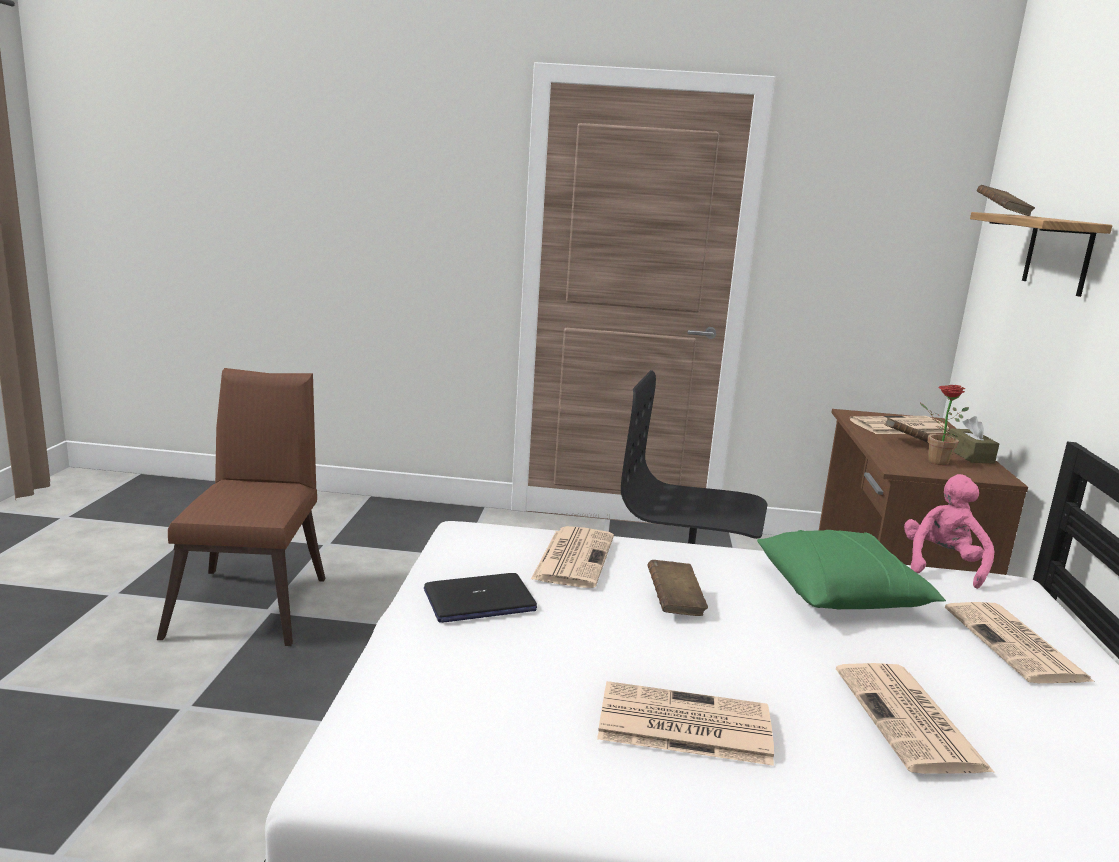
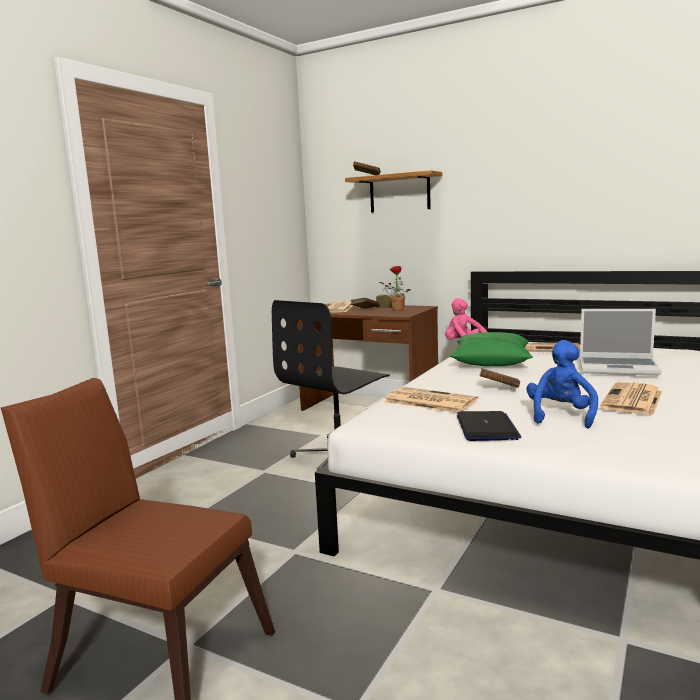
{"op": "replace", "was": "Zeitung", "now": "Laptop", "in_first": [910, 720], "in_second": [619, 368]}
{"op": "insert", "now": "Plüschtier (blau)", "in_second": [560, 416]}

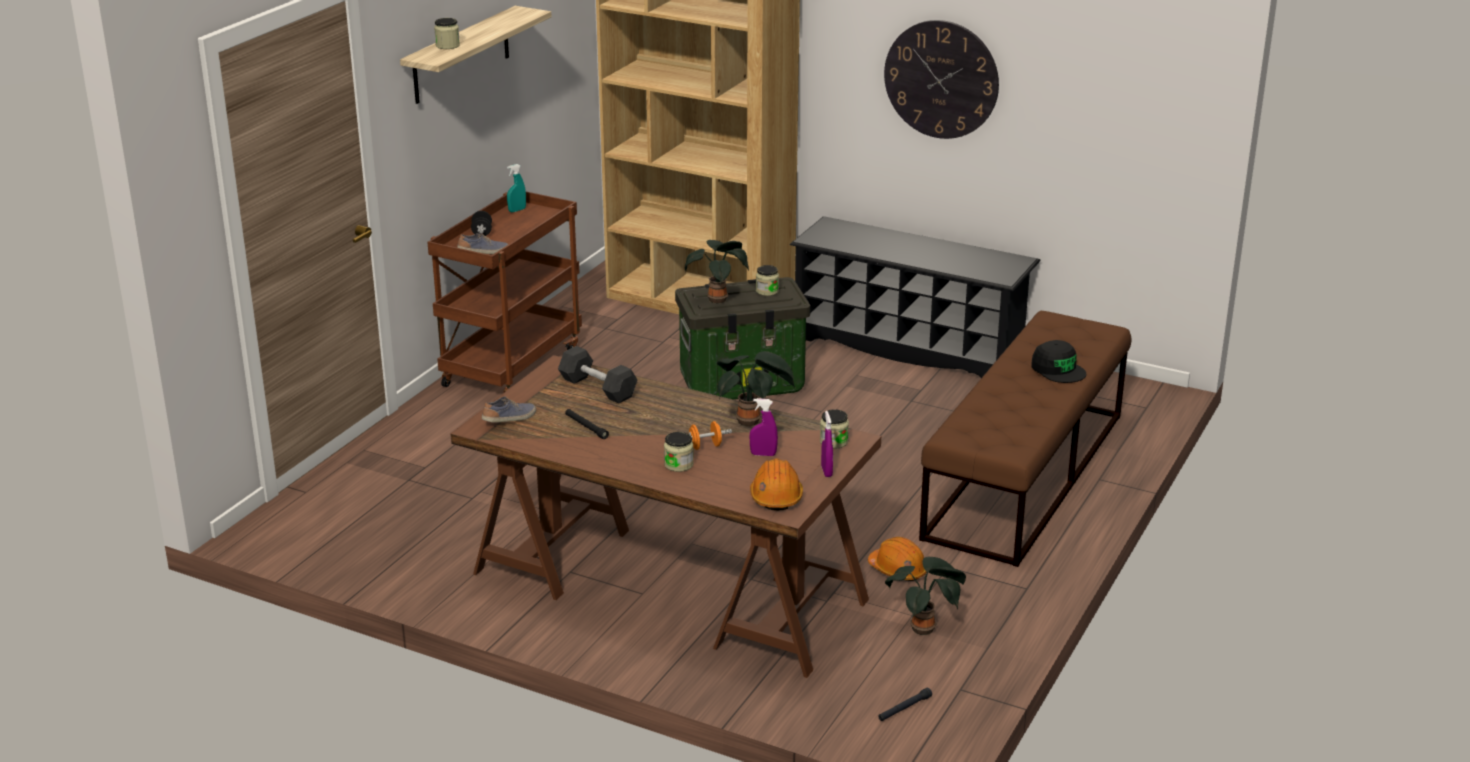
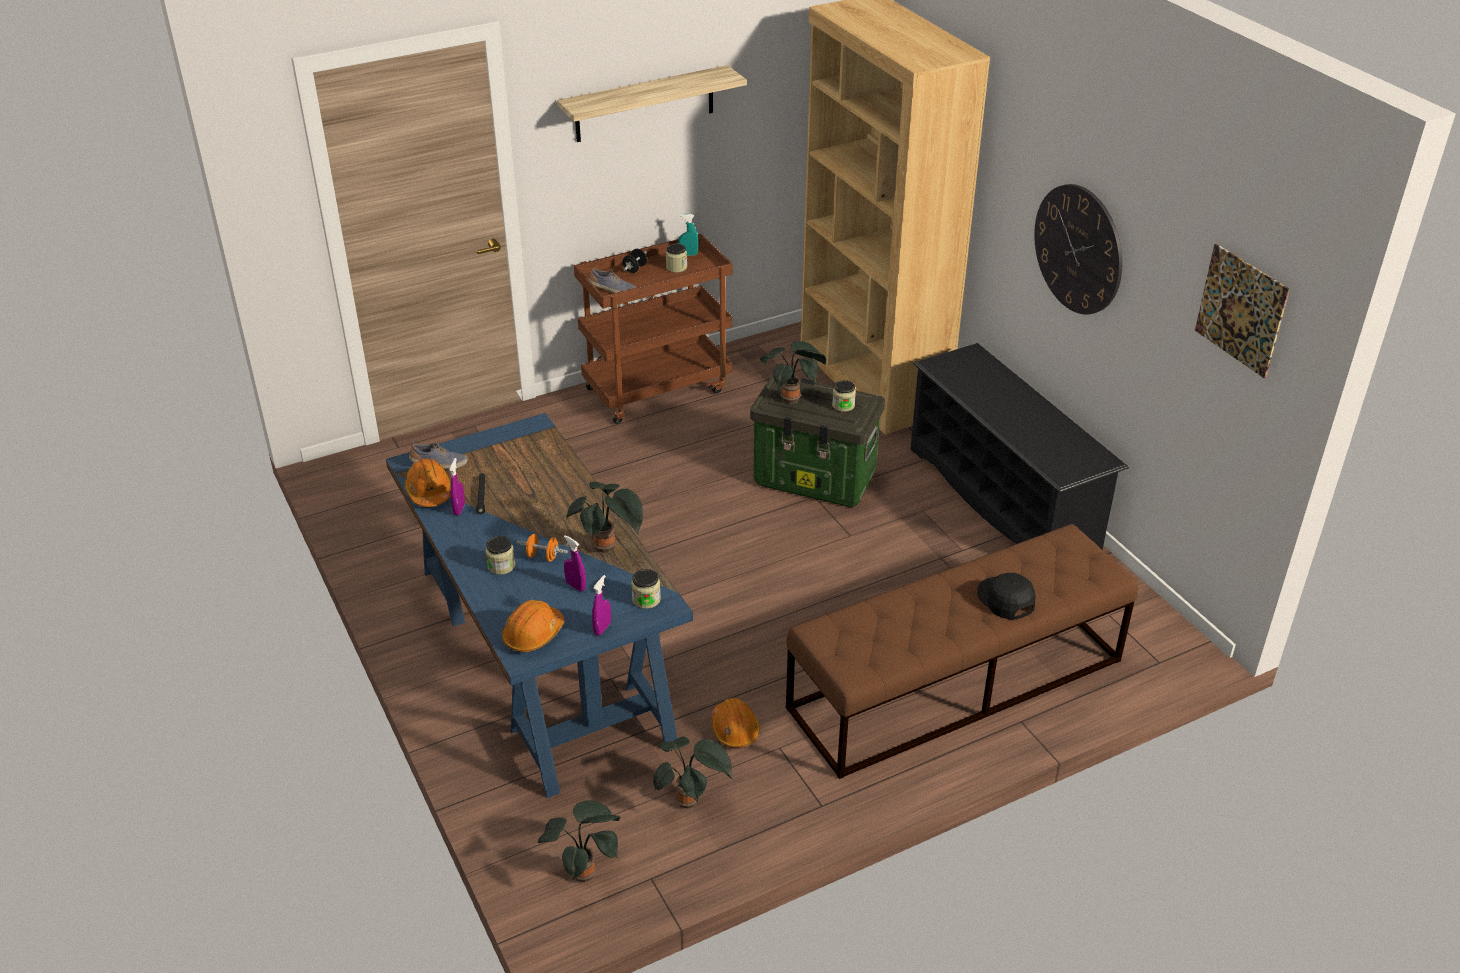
{"op": "move", "was": "Vorratsglas", "in_first": [447, 45], "in_second": [676, 267]}
{"op": "recolor", "was": "Schreibtisch (braun)", "now": "Schreibtisch (blau)", "in_first": [667, 587], "in_second": [541, 655]}
{"op": "delete", "was": "Hantel (grau)", "in_first": [598, 388]}
{"op": "replace", "was": "Taschenlampe (schwarz)", "now": "Topfpflanze", "in_first": [904, 709], "in_second": [586, 872]}
{"op": "rotate", "was": "Kappe (schwarz)", "in_first": [1058, 369], "in_second": [1005, 599], "clockwise": 150}
{"op": "insert", "now": "Schutzhelm (orange)", "in_second": [429, 492]}
{"op": "insert", "now": "Sprühflasche (lila)", "in_second": [459, 509]}
{"op": "insert", "now": "Bild", "in_second": [1241, 310]}

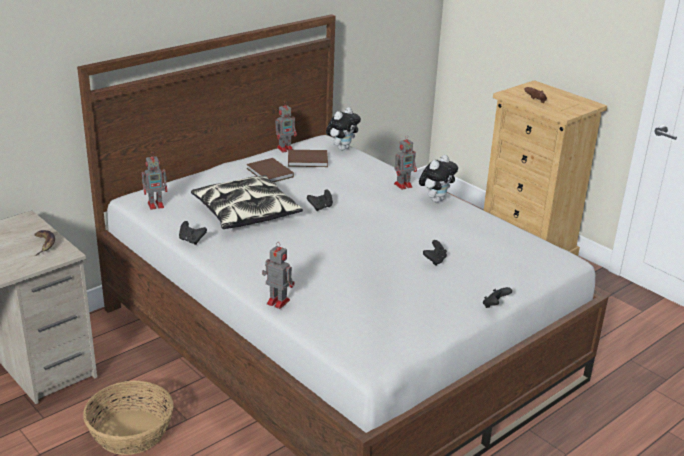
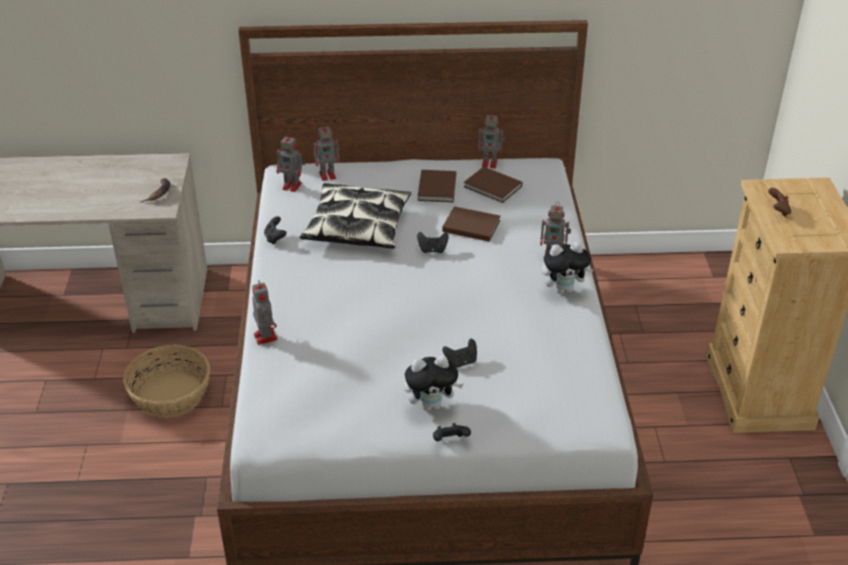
{"op": "move", "was": "Plüschtier", "in_first": [342, 148], "in_second": [431, 405]}
{"op": "insert", "now": "Spielzeugroboter", "in_second": [328, 175]}
{"op": "insert", "now": "Buch (braun)", "in_second": [470, 225]}

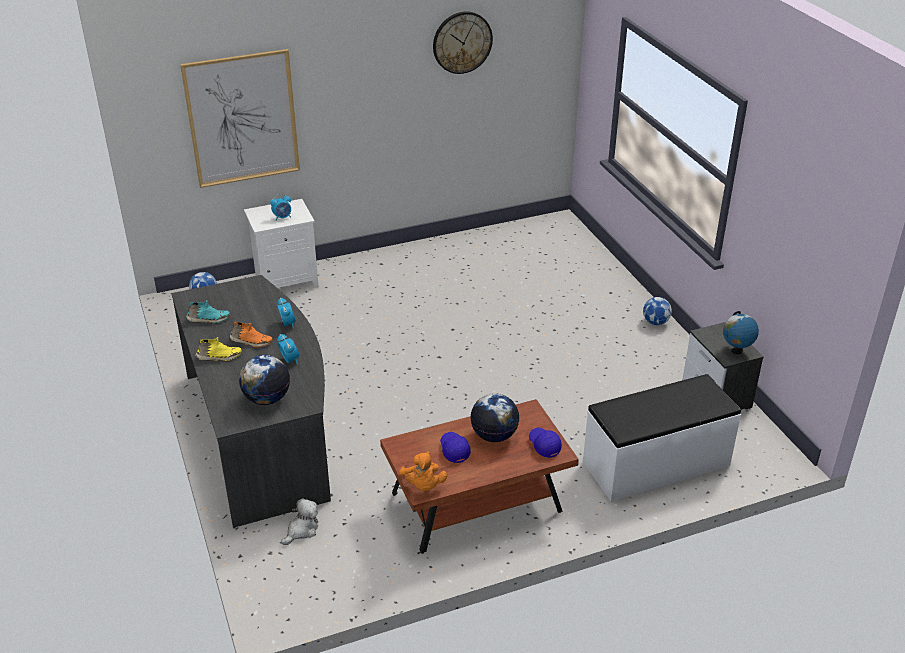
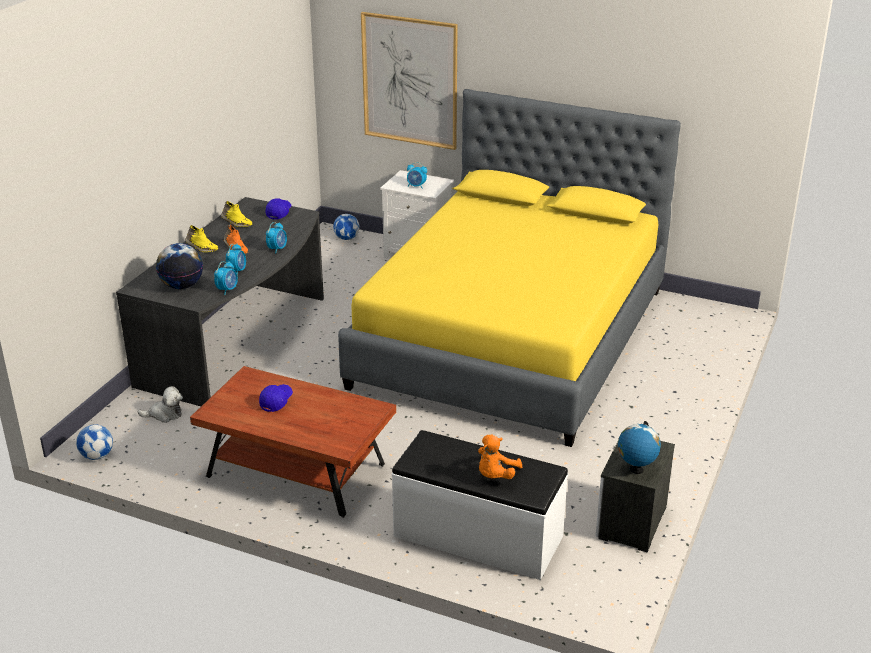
{"op": "recolor", "was": "Schuh (türkis)", "now": "Schuh (gelb)", "in_first": [208, 319], "in_second": [236, 223]}
{"op": "move", "was": "Plüschtier (orange)", "in_first": [423, 486], "in_second": [495, 475]}
{"op": "delete", "was": "Wanduhr", "in_first": [462, 42]}
{"op": "delete", "was": "Globus", "in_first": [494, 435]}
{"op": "move", "was": "Kappe (blau)", "in_first": [544, 445], "in_second": [279, 213]}
{"op": "move", "was": "Fußball", "in_first": [655, 322], "in_second": [97, 456]}
{"op": "insert", "now": "Wecker", "in_second": [227, 289]}
{"op": "insert", "now": "Bett (gelb)", "in_second": [512, 337]}

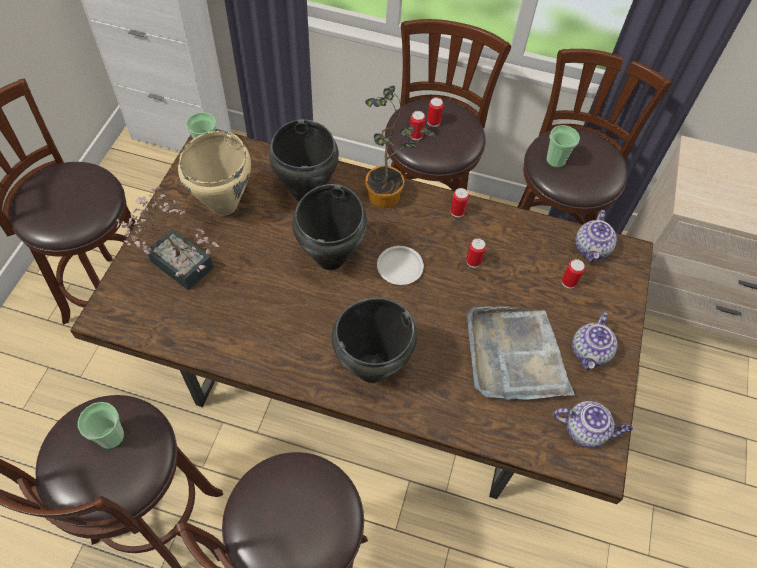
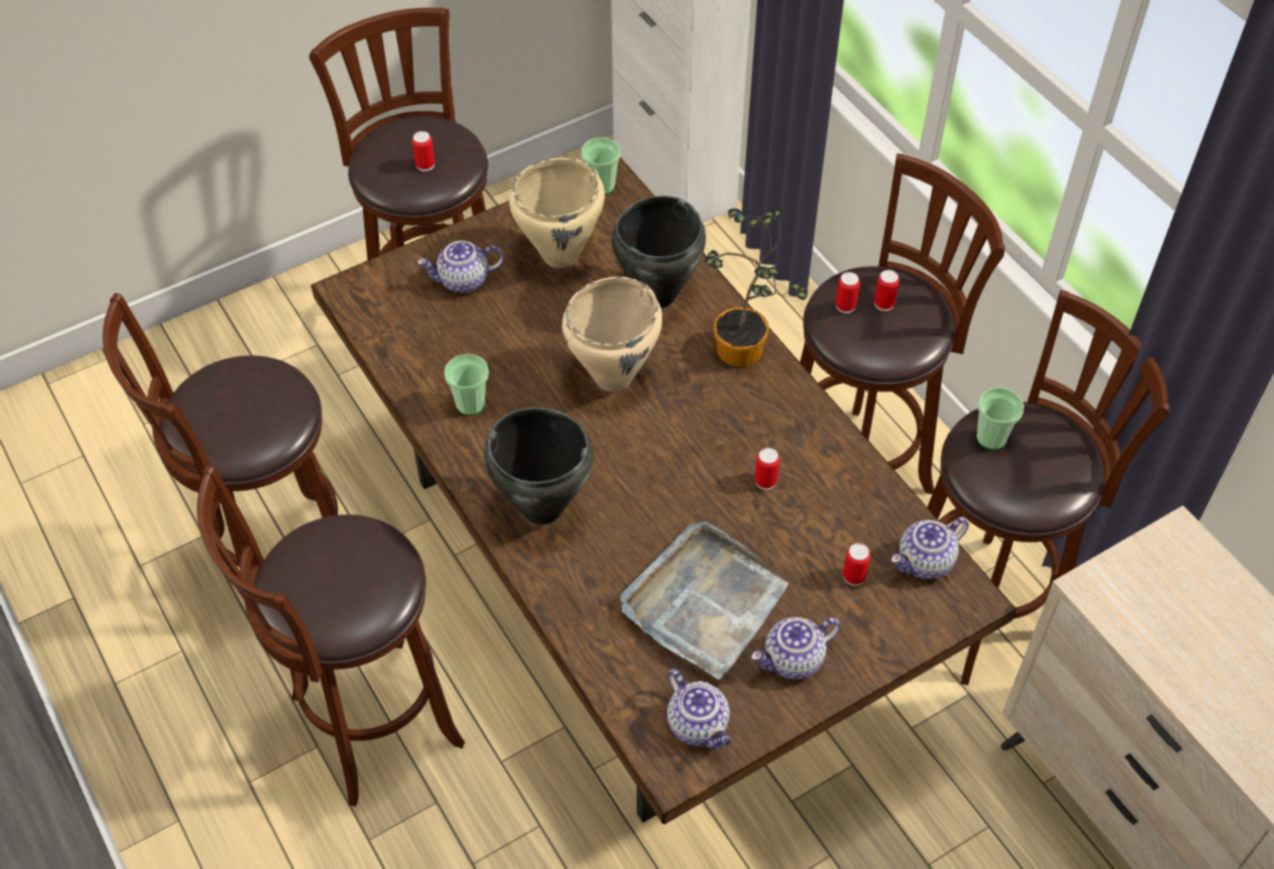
{"op": "move", "was": "Tasse", "in_first": [111, 436], "in_second": [470, 404]}
{"op": "replace", "was": "Topfpflanze", "now": "Teekanne", "in_first": [177, 260], "in_second": [463, 281]}
{"op": "recolor", "was": "Kochtopf (schwarz)", "now": "Kochtopf (beige)", "in_first": [331, 258], "in_second": [614, 377]}
{"op": "delete", "was": "Teller (weiß)", "in_first": [399, 267]}
{"op": "move", "was": "Dose", "in_first": [457, 211], "in_second": [425, 165]}

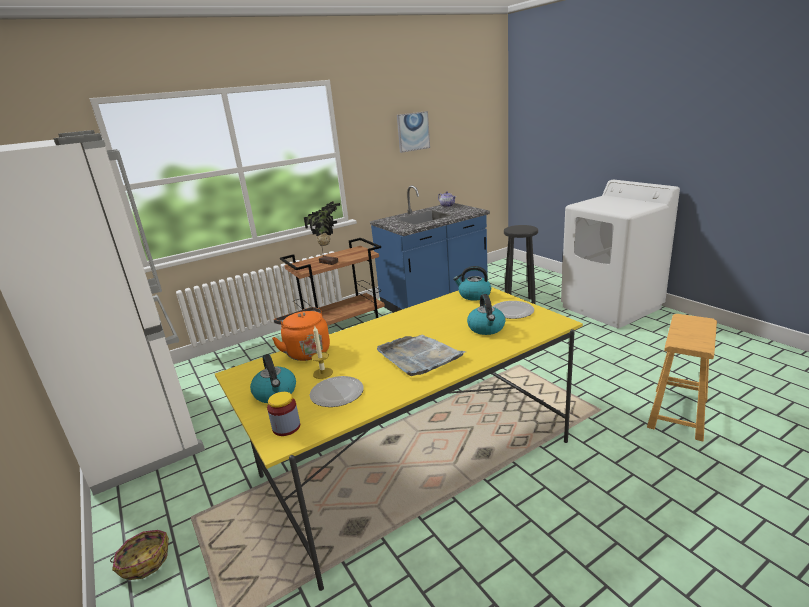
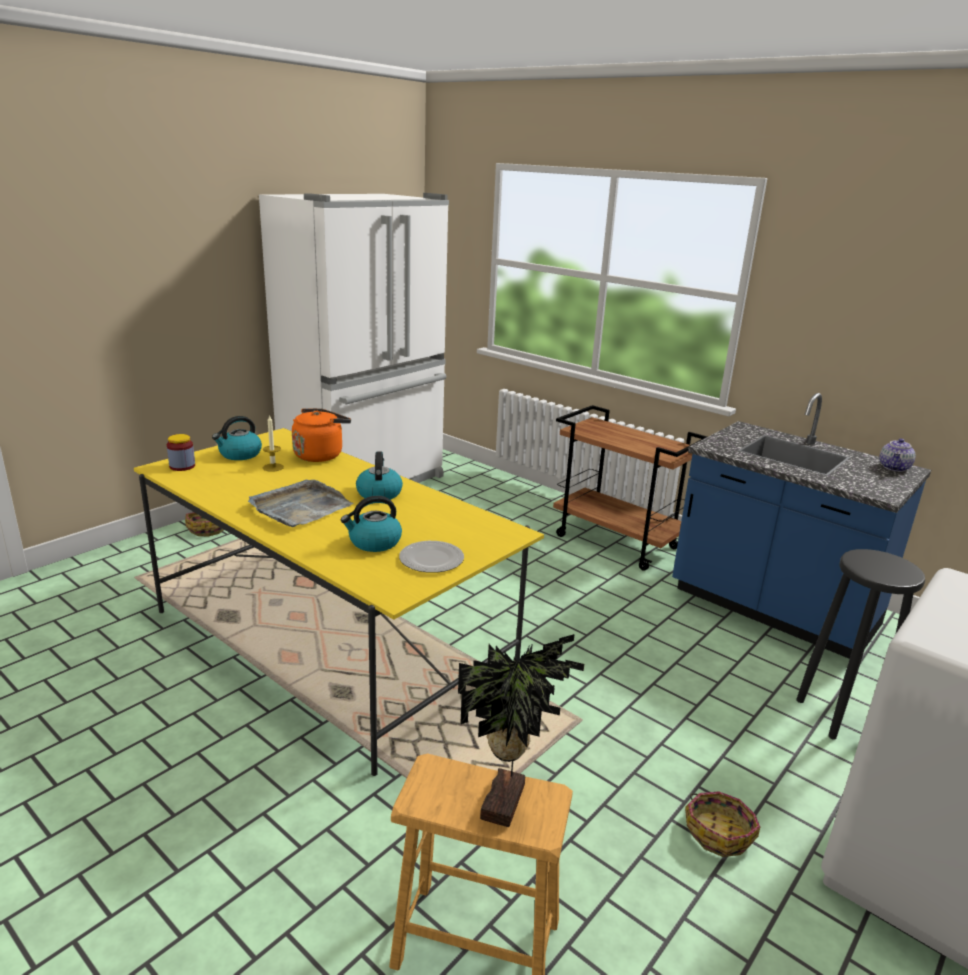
{"op": "move", "was": "Topfpflanze", "in_first": [329, 262], "in_second": [507, 802]}
{"op": "delete", "was": "Teller", "in_first": [336, 393]}
{"op": "delete", "was": "Bild", "in_first": [413, 131]}
{"op": "move", "was": "Wasserkessel", "in_first": [474, 295], "in_second": [379, 493]}
{"op": "insert", "now": "Korb", "in_second": [718, 832]}

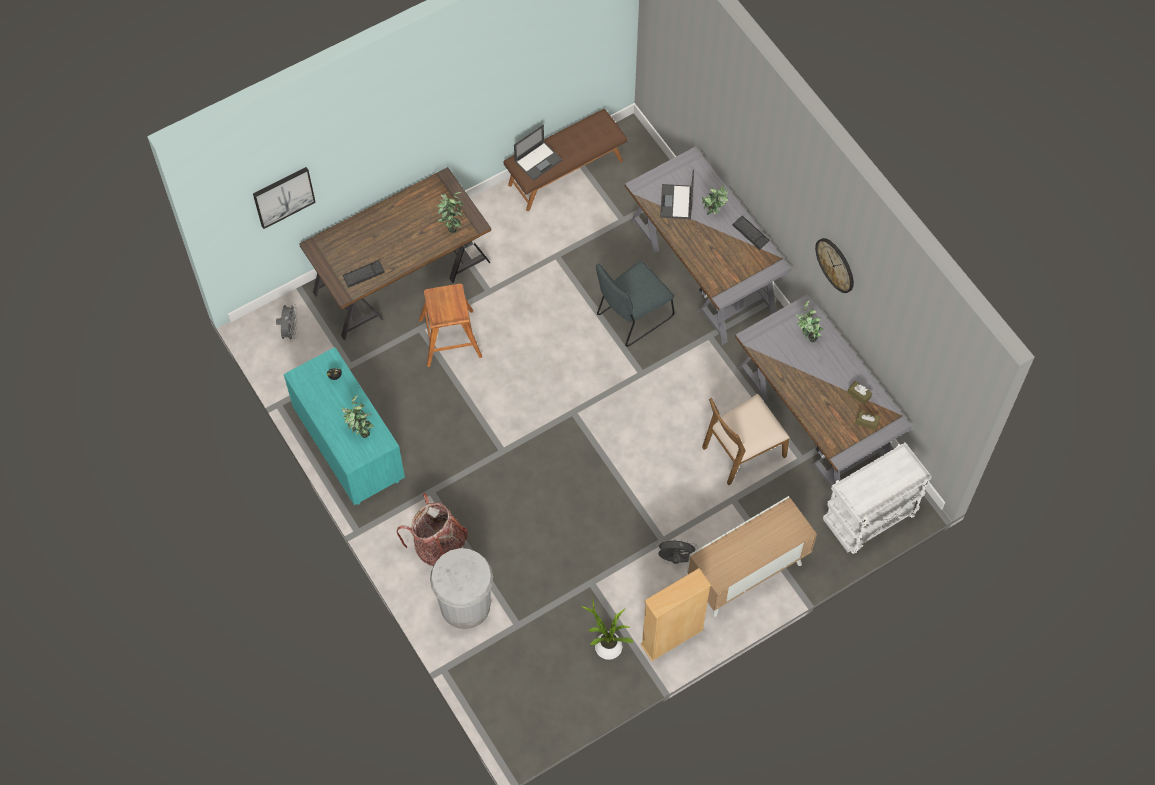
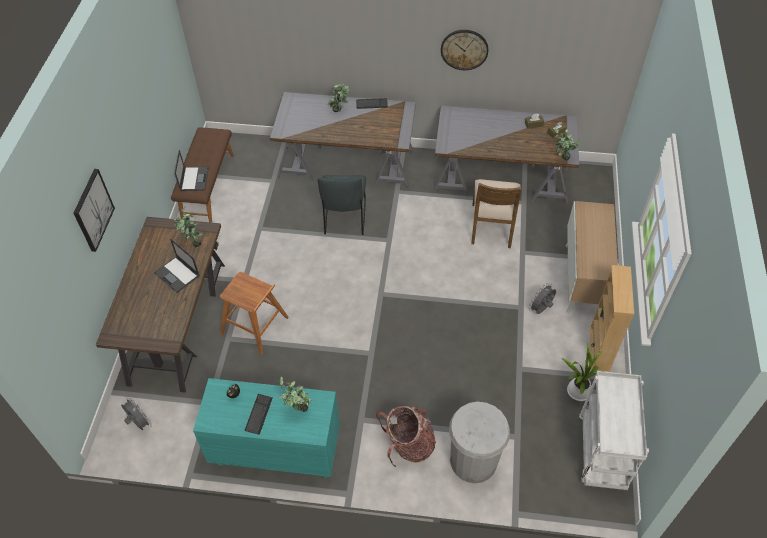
{"op": "move", "was": "Bild", "in_first": [283, 196], "in_second": [93, 210]}
{"op": "move", "was": "Tastatur", "in_first": [363, 274], "in_second": [258, 414]}
{"op": "move", "was": "Laptop", "in_first": [676, 202], "in_second": [177, 274]}
{"op": "move", "was": "Topfpflanze", "in_first": [806, 337], "in_second": [561, 160]}
{"op": "move", "was": "Rollwagen (weiß)", "in_first": [869, 520], "in_second": [602, 453]}

